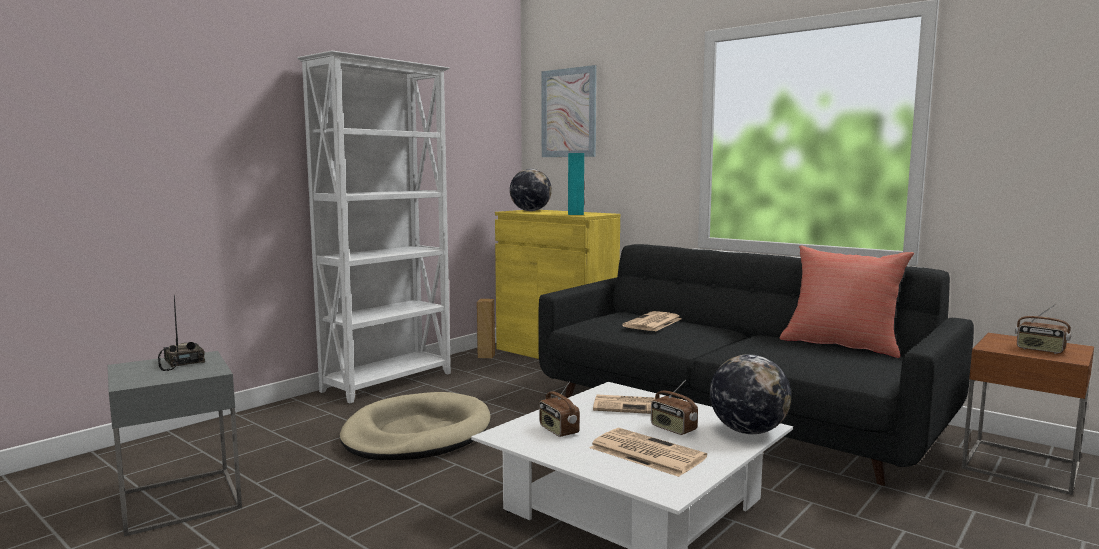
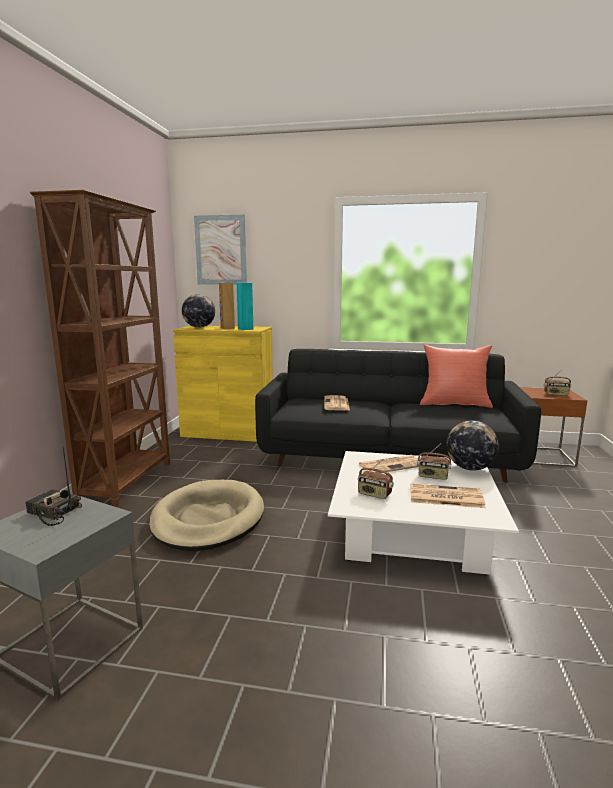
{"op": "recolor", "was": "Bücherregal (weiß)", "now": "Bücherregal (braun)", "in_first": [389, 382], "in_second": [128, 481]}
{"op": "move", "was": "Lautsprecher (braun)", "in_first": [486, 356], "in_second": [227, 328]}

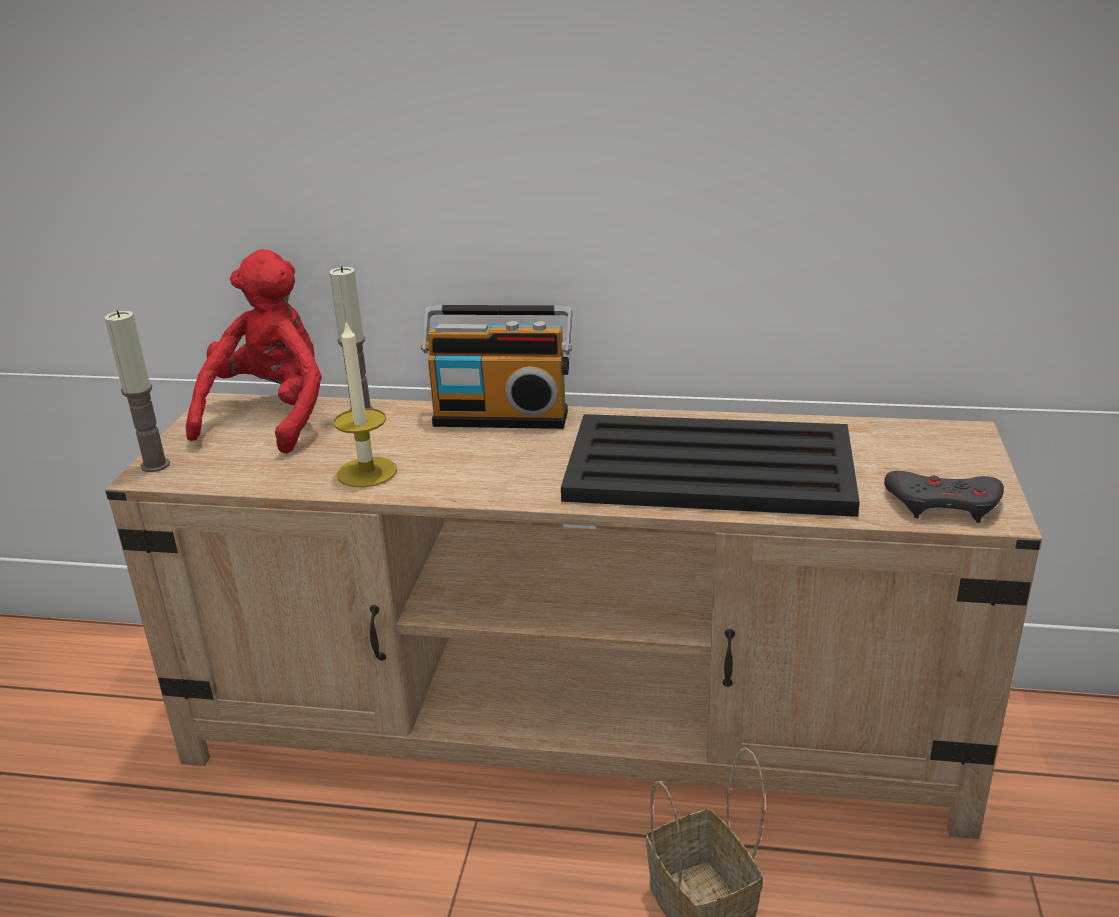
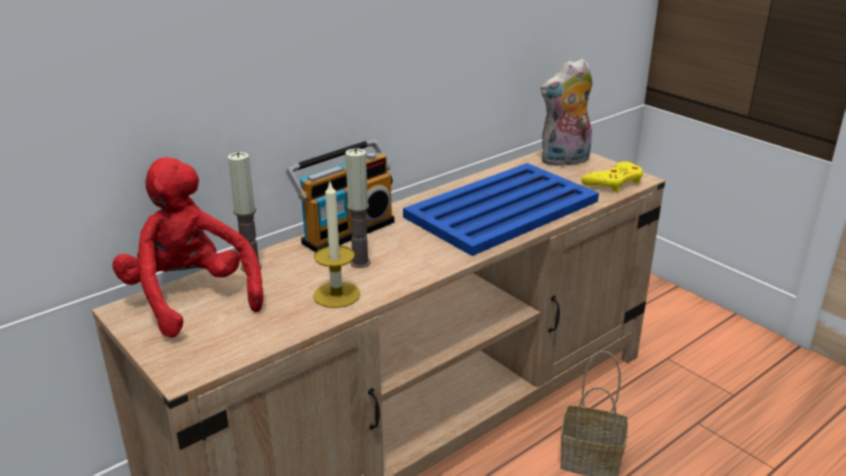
{"op": "move", "was": "Kerze", "in_first": [155, 465], "in_second": [360, 262]}
{"op": "recolor", "was": "Tablett (schwarz)", "now": "Tablett (blau)", "in_first": [706, 467], "in_second": [500, 209]}
{"op": "recolor", "was": "Gamepad (grau)", "now": "Gamepad (gelb)", "in_first": [943, 504], "in_second": [614, 182]}
{"op": "insert", "now": "Plüschtier", "in_second": [565, 161]}

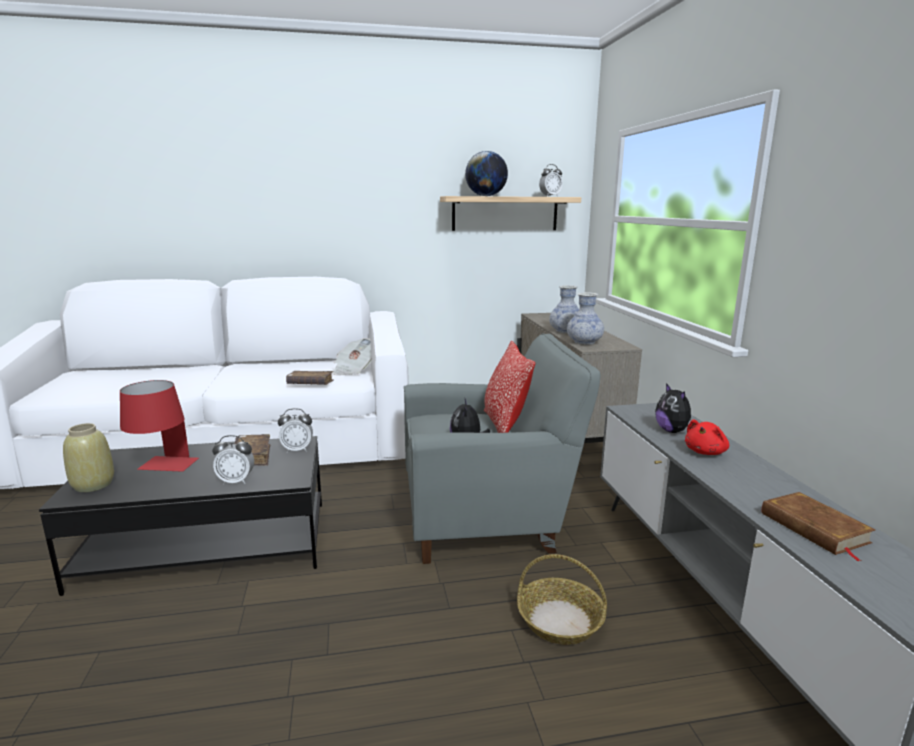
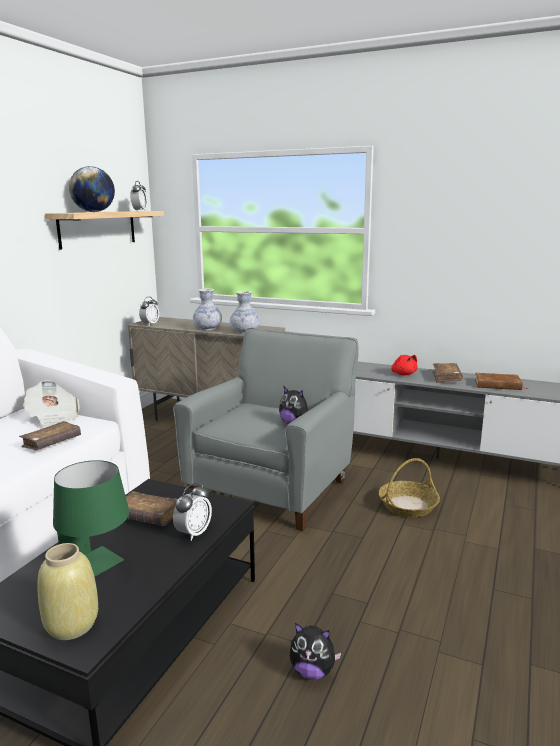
{"op": "recolor", "was": "Tischlampe (rot)", "now": "Tischlampe (grün)", "in_first": [163, 468], "in_second": [96, 571]}
{"op": "move", "was": "Wecker", "in_first": [297, 449], "in_second": [150, 324]}
{"op": "delete", "was": "Kissen", "in_first": [505, 425]}
{"op": "move", "was": "Plüschtier", "in_first": [673, 431], "in_second": [312, 671]}
{"op": "insert", "now": "Buch (braun)", "in_second": [446, 378]}

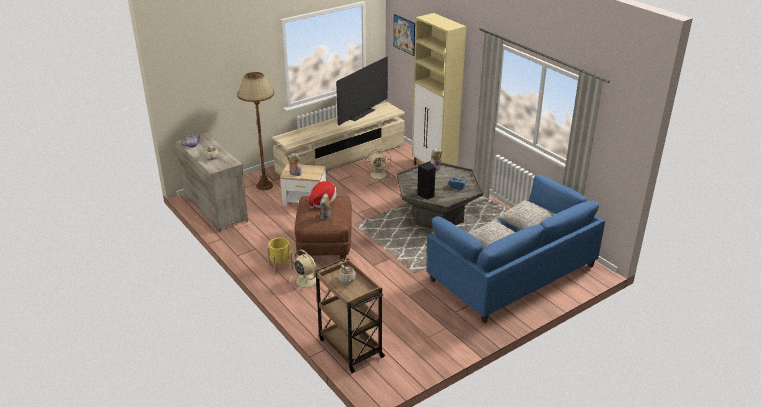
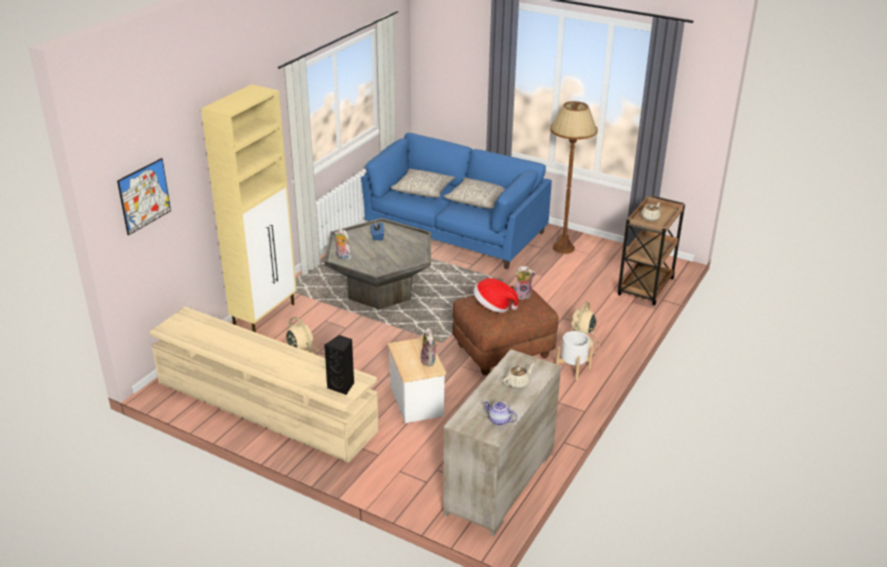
{"op": "move", "was": "Stehlampe (braun)", "in_first": [264, 185], "in_second": [563, 248]}
{"op": "recolor", "was": "Pflanzkübel (gelb)", "now": "Pflanzkübel (weiß)", "in_first": [281, 266], "in_second": [572, 369]}
{"op": "delete", "was": "Fernseher", "in_first": [362, 115]}
{"op": "move", "was": "Lautsprecher (schwarz)", "in_first": [426, 195], "in_second": [342, 386]}

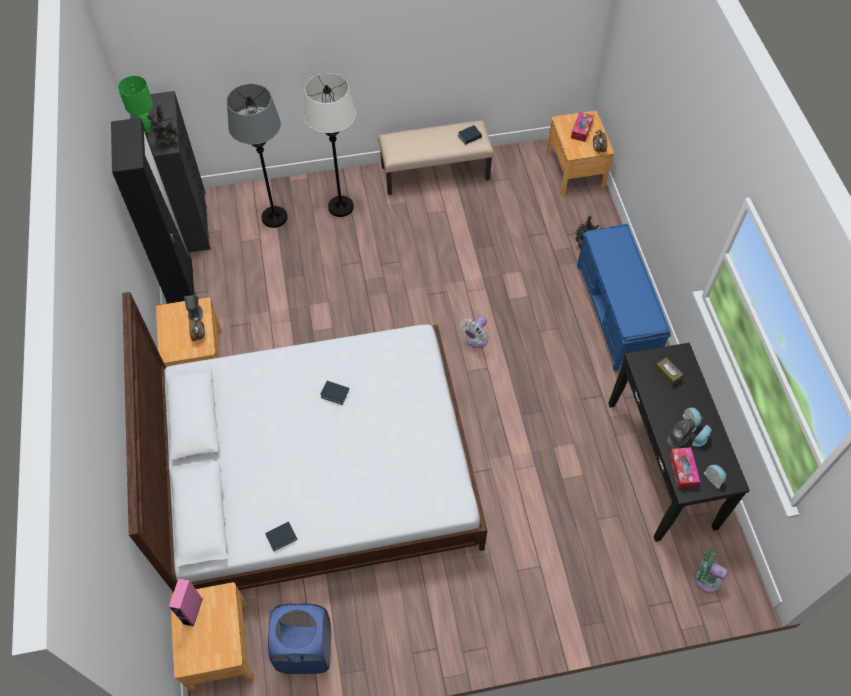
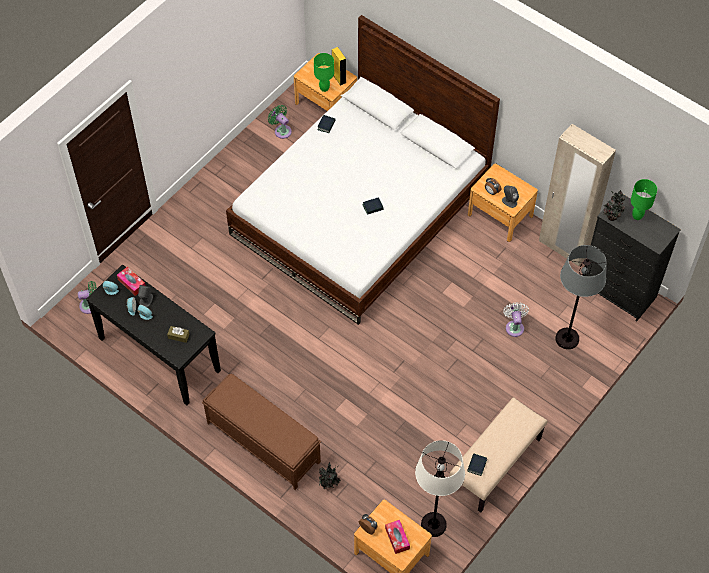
{"op": "recolor", "was": "Kleiderschrank (schwarz)", "now": "Kleiderschrank (beige)", "in_first": [183, 288], "in_second": [563, 248]}
{"op": "recolor", "was": "Lautsprecher (rosa)", "now": "Lautsprecher (gelb)", "in_first": [192, 611], "in_second": [339, 78]}
{"op": "replace", "was": "Wäschekorb (blau)", "now": "Ventilator (grün)", "in_first": [305, 650], "in_second": [281, 130]}
{"op": "move", "was": "Stehlampe (weiß)", "in_first": [340, 207], "in_second": [433, 524]}
{"op": "move", "was": "Ventilator (weiß)", "in_first": [475, 340], "in_second": [514, 326]}
{"op": "recolor", "was": "Bank (blau)", "now": "Bank (braun)", "in_first": [616, 313], "in_second": [262, 441]}
{"op": "insert", "now": "Tischlampe (grün)", "in_second": [324, 88]}

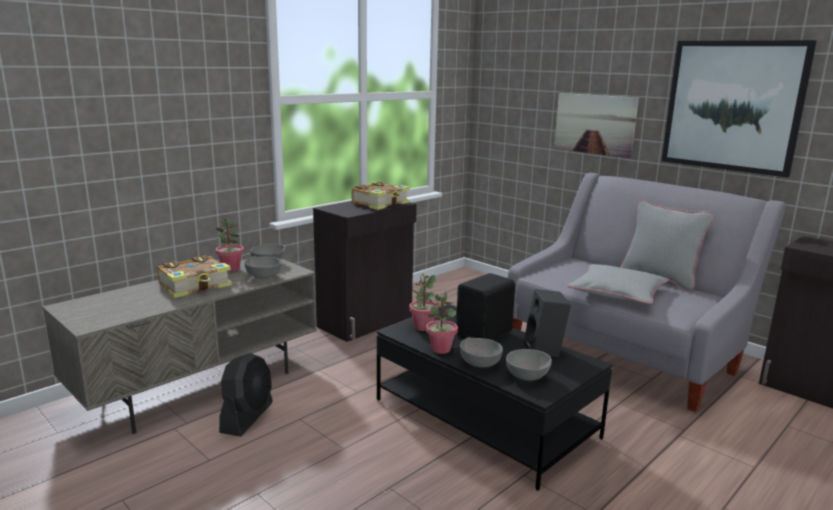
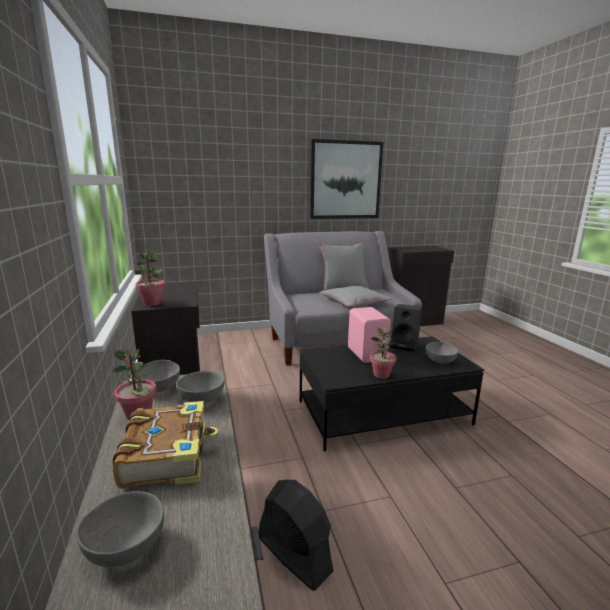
{"op": "delete", "was": "Buch", "in_first": [381, 204]}
{"op": "move", "was": "Topfpflanze", "in_first": [423, 327], "in_second": [152, 303]}
{"op": "recolor", "was": "Lautsprecher (schwarz)", "now": "Lautsprecher (rosa)", "in_first": [485, 335], "in_second": [367, 354]}
{"op": "move", "was": "Schüssel (grau)", "in_first": [480, 363], "in_second": [124, 546]}
{"op": "delete", "was": "Bild", "in_first": [594, 124]}

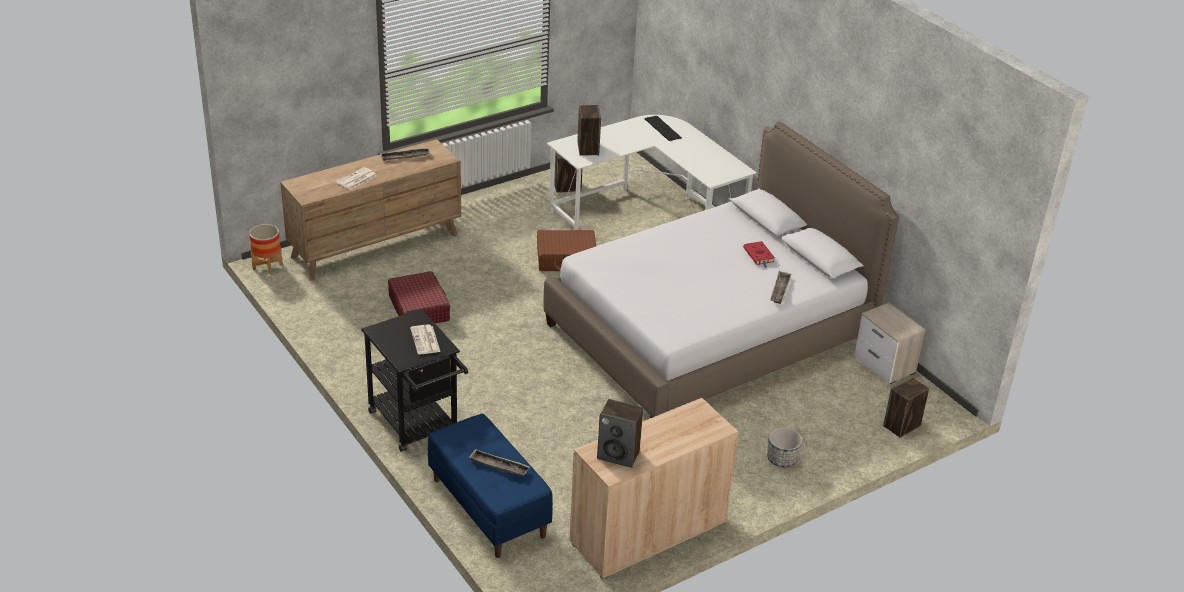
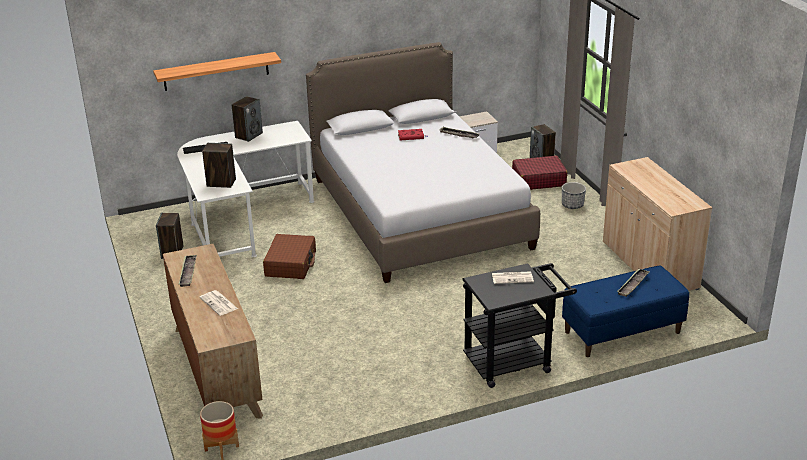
{"op": "move", "was": "Koffer (rot)", "in_first": [419, 308], "in_second": [538, 180]}
{"op": "move", "was": "Lautsprecher", "in_first": [619, 455], "in_second": [248, 135]}
{"op": "insert", "now": "Wandregal", "in_second": [216, 71]}

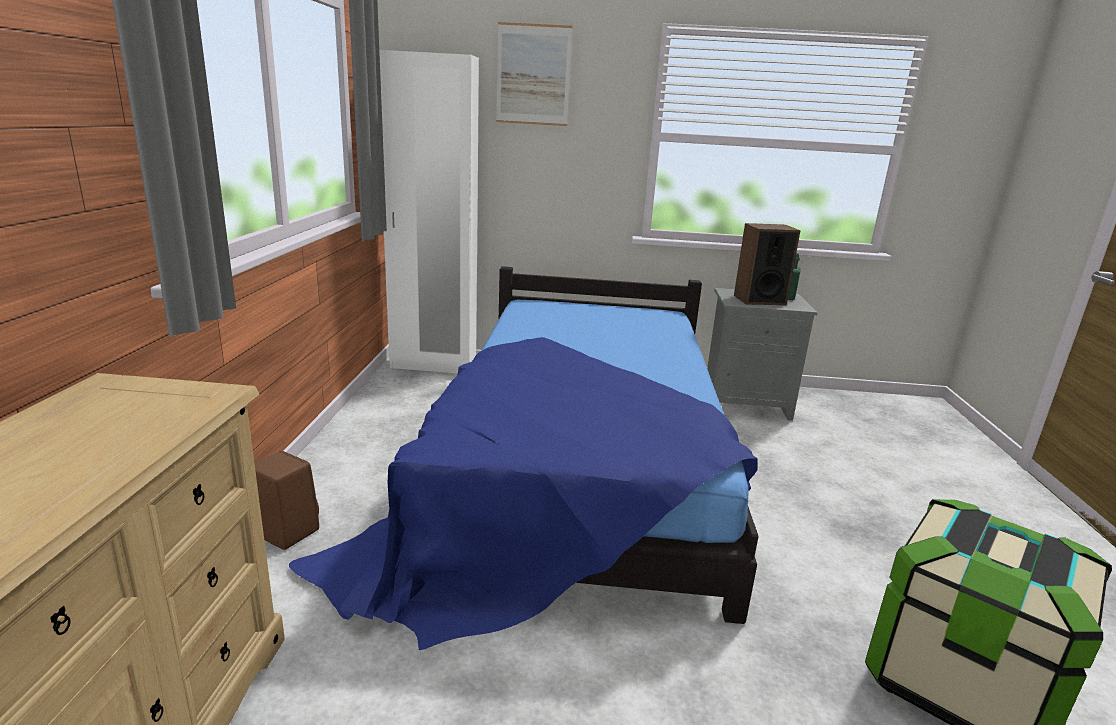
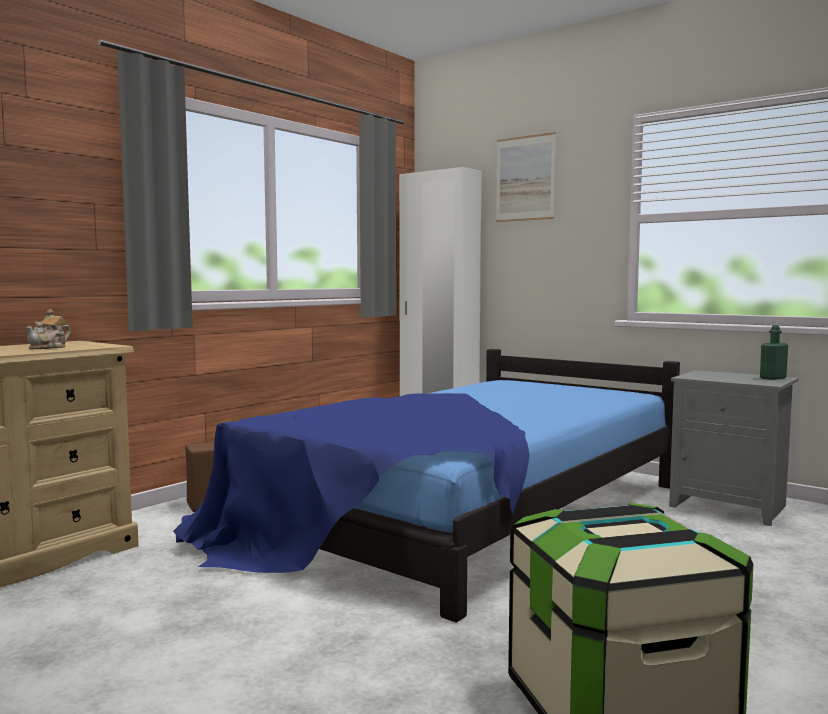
{"op": "delete", "was": "Lautsprecher", "in_first": [759, 300]}
{"op": "insert", "now": "Teekanne", "in_second": [49, 347]}

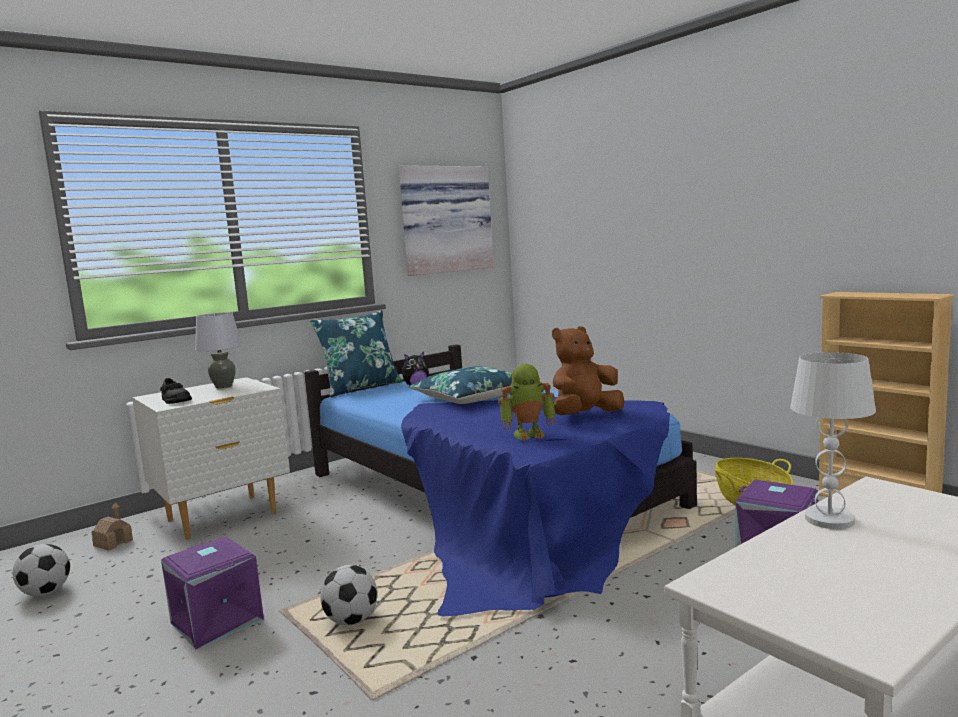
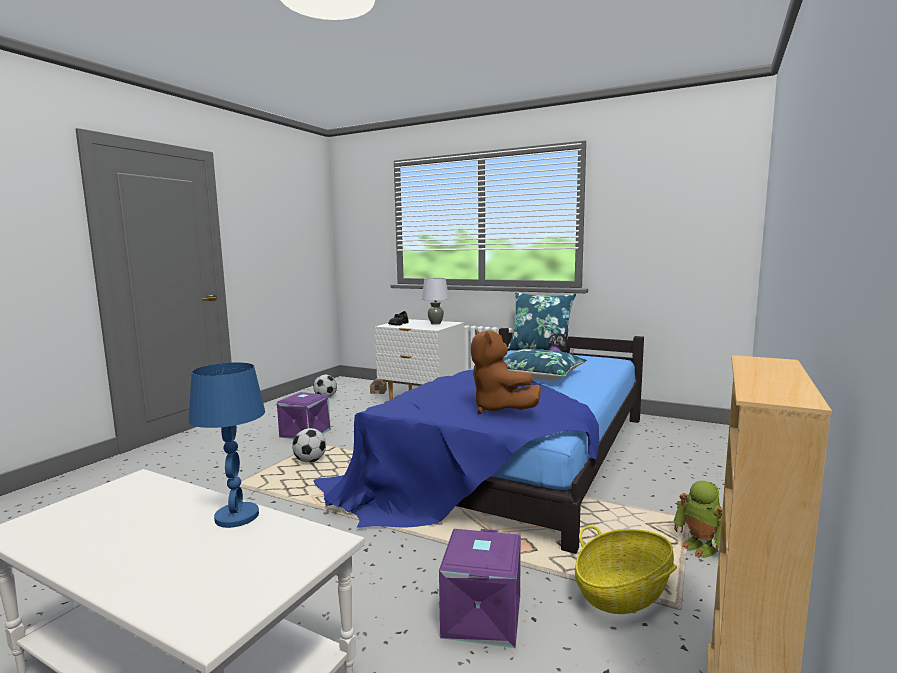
{"op": "delete", "was": "Bild", "in_first": [445, 219]}
{"op": "move", "was": "Spielzeugroboter", "in_first": [529, 434], "in_second": [700, 547]}
{"op": "rotate", "was": "Plüschtier (braun)", "in_first": [585, 416], "in_second": [499, 409], "clockwise": -150}
{"op": "recolor", "was": "Tischlampe (weiß)", "now": "Tischlampe (blau)", "in_first": [829, 519], "in_second": [237, 516]}

